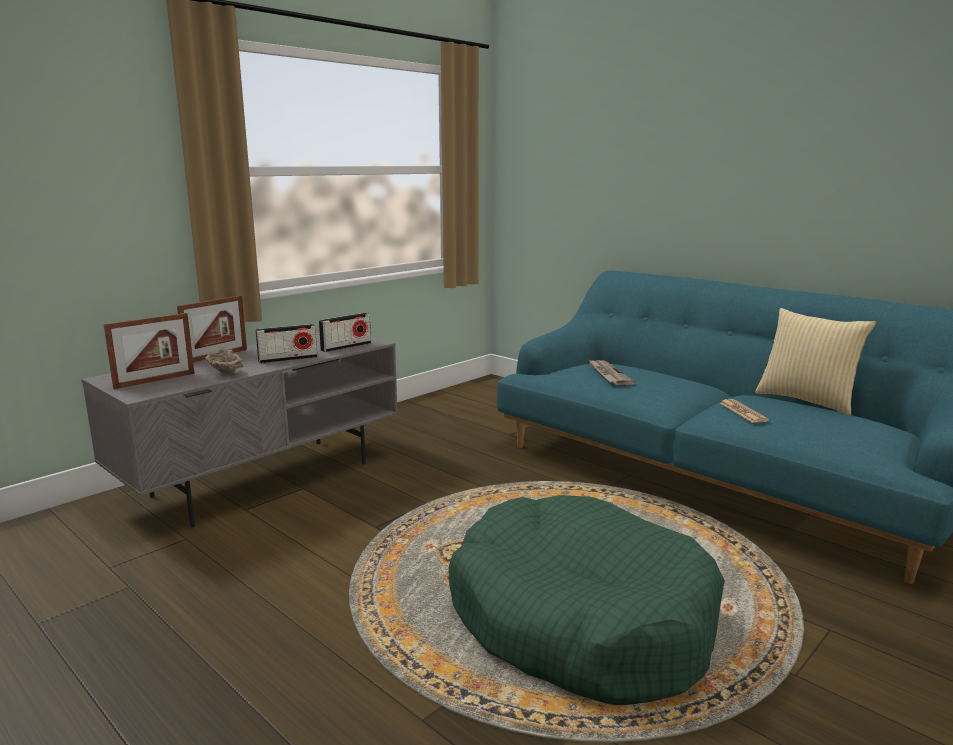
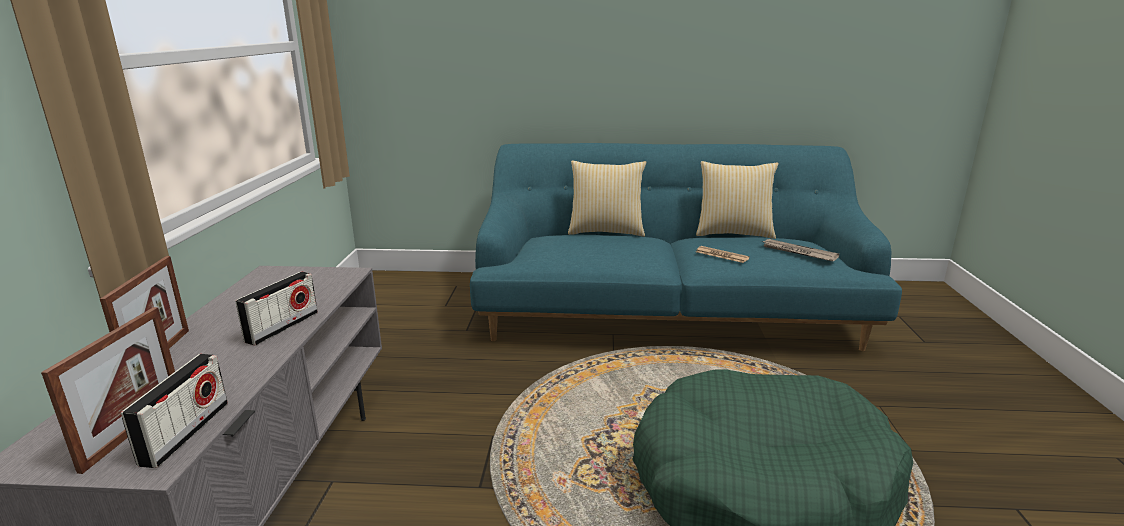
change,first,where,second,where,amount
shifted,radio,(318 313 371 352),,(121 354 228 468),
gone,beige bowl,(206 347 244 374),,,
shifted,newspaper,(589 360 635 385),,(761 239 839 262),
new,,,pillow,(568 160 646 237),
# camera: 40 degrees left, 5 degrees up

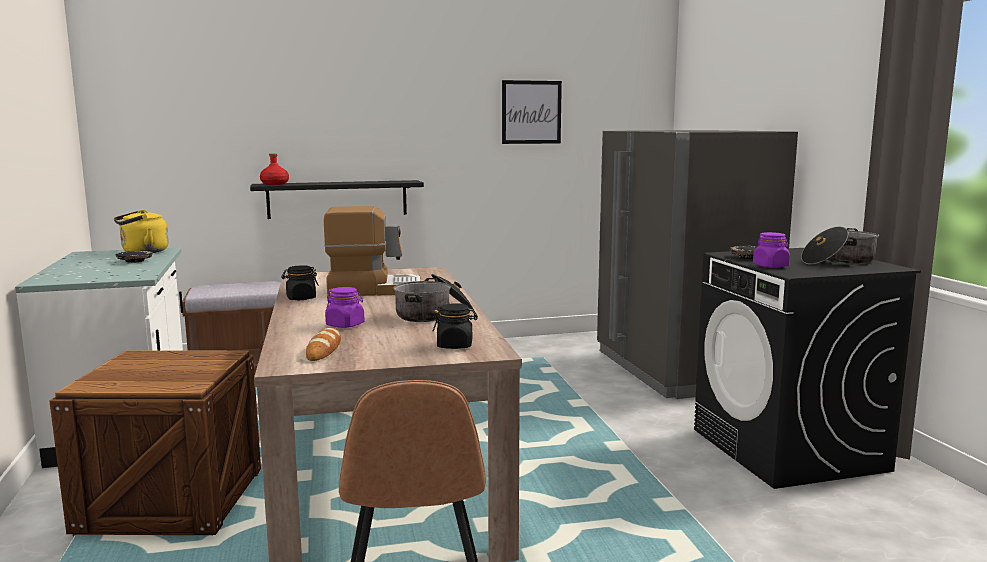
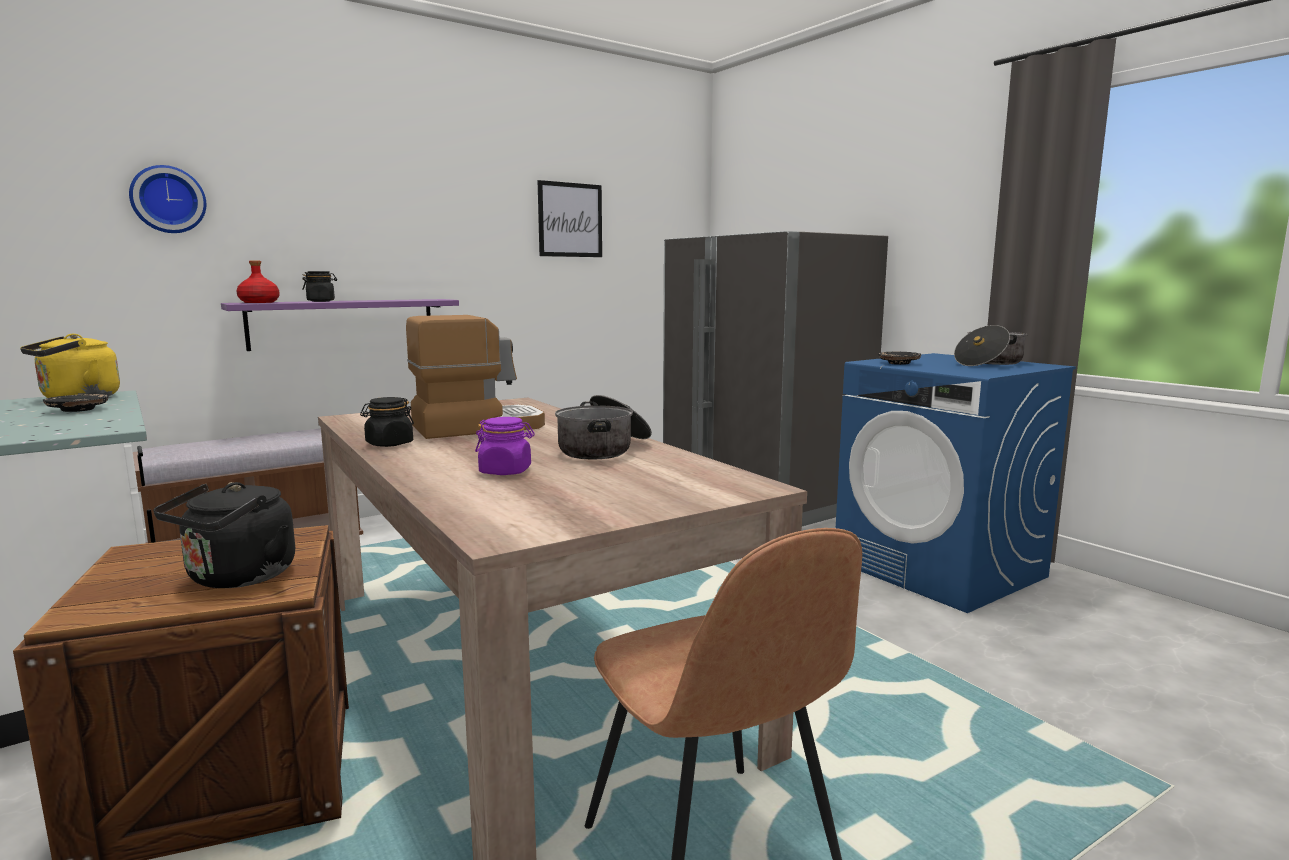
change,first,where,second,where,amount
repainted,black shelf,(250 180 424 219),purple shelf,(221 299 459 351),
gone,purple jar,(753 232 790 268),,,
repainted,black washing machine,(694 248 921 489),blue washing machine,(836 353 1076 613),
shifted,black jar,(433 303 478 349),,(302 271 337 302),
gone,bread,(306 328 341 361),,,
new,,,wall clock,(129 165 206 233),
new,,,black kettle,(153 482 295 588),
# camera: 20 degrees left, 0 degrees up

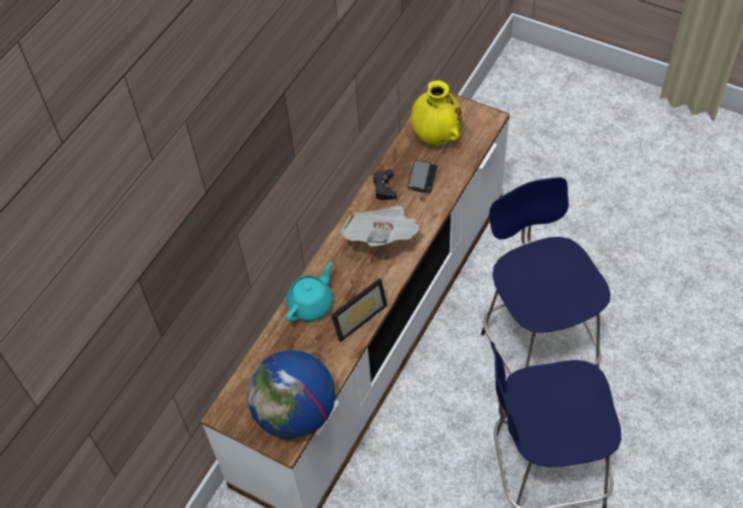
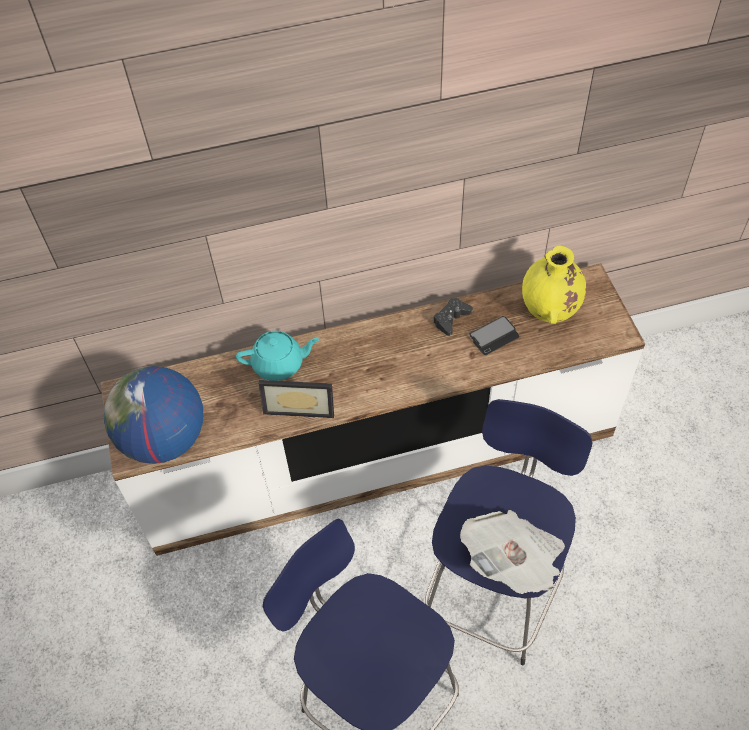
change,first,where,second,where,amount
shifted,newspaper,(340 206 421 246),,(460 510 565 594),
# camera: 45 degrees right, 0 degrees up

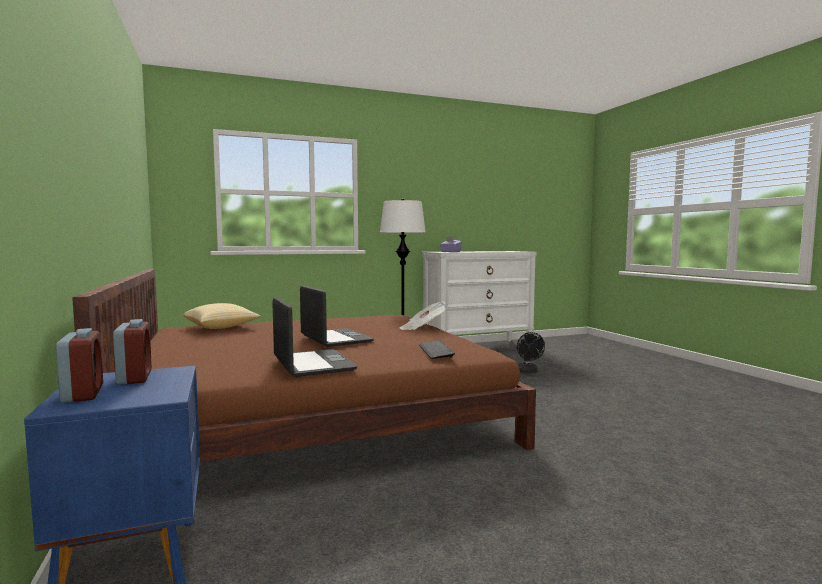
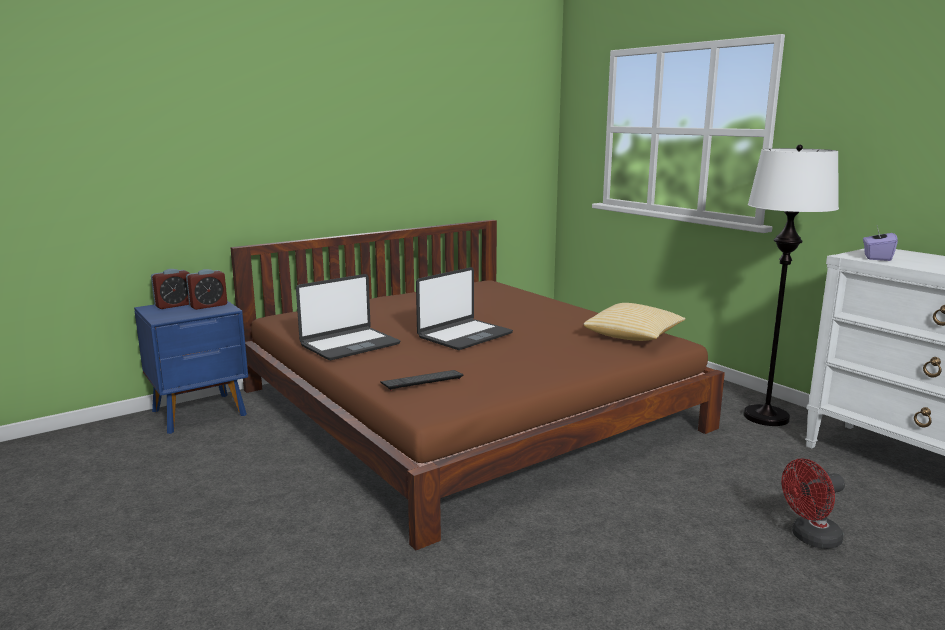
change,first,where,second,where,amount
gone,newspaper,(400 302 446 330),,,
shifted,pillow,(183 303 260 329),,(584 303 686 341),
repainted,black fan,(517 332 545 373),red fan,(782 459 845 549),
# camera: 75 degrees right, 10 degrees up

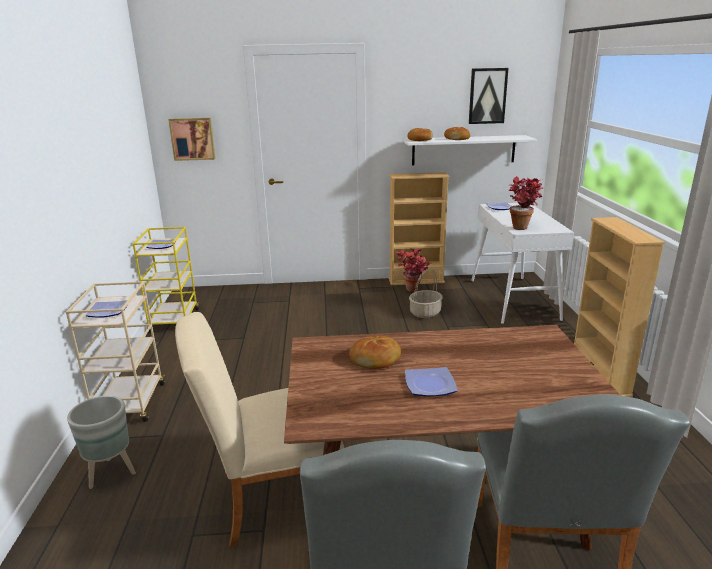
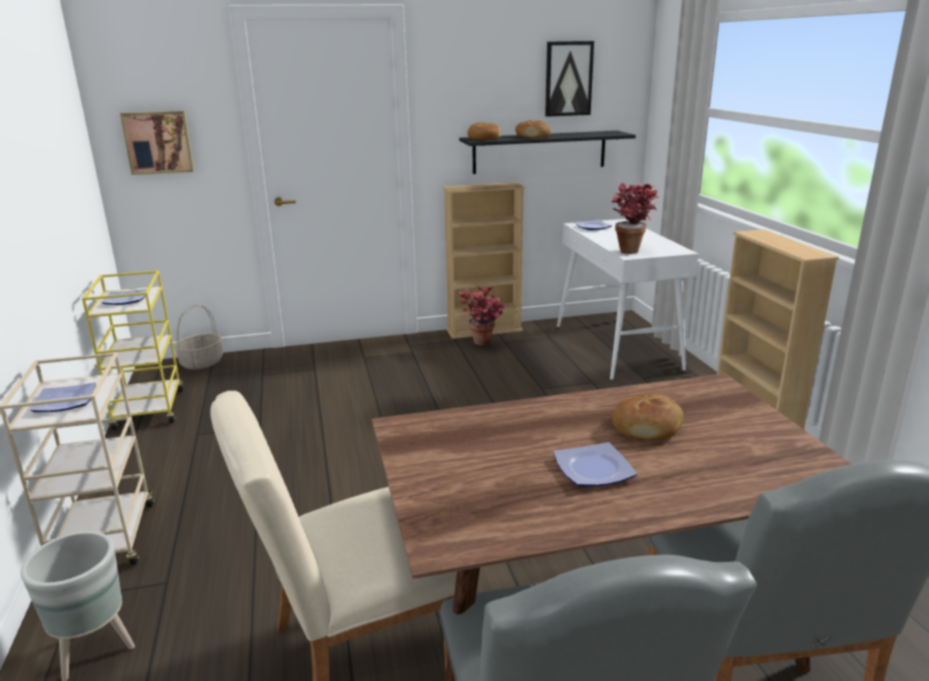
change,first,where,second,where,amount
repainted,white shelf,(403 135 537 166),black shelf,(459 131 636 174),
shifted,basket,(409 269 443 318),,(174 305 223 369),
shifted,bread,(349 335 401 369),,(612 393 684 440),
# camera: 10 degrees left, 0 degrees up

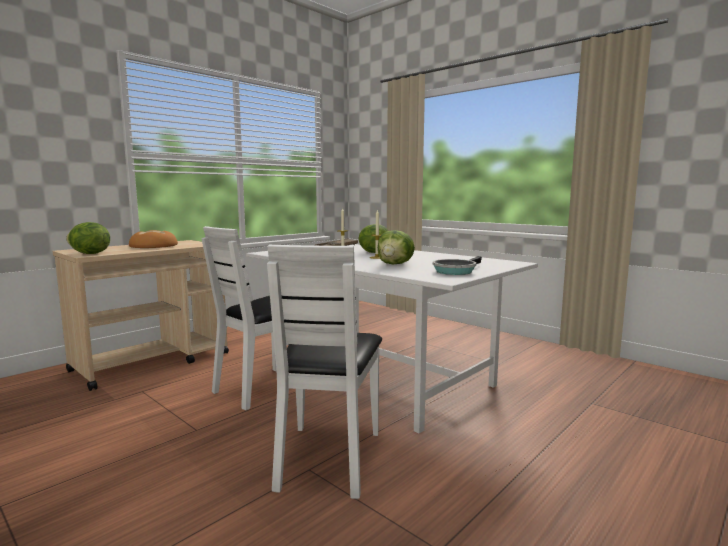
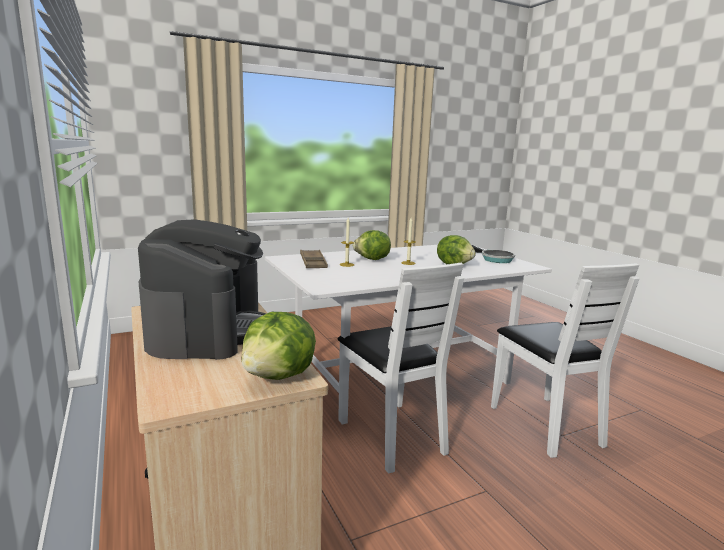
change,first,where,second,where,amount
swapped,bread,(129 230 178 248),coffee machine,(138 219 267 360),
rotated,white chair,(267 245 382 499),,(491 263 640 458),45 degrees clockwise
# camera: 70 degrees left, 5 degrees up

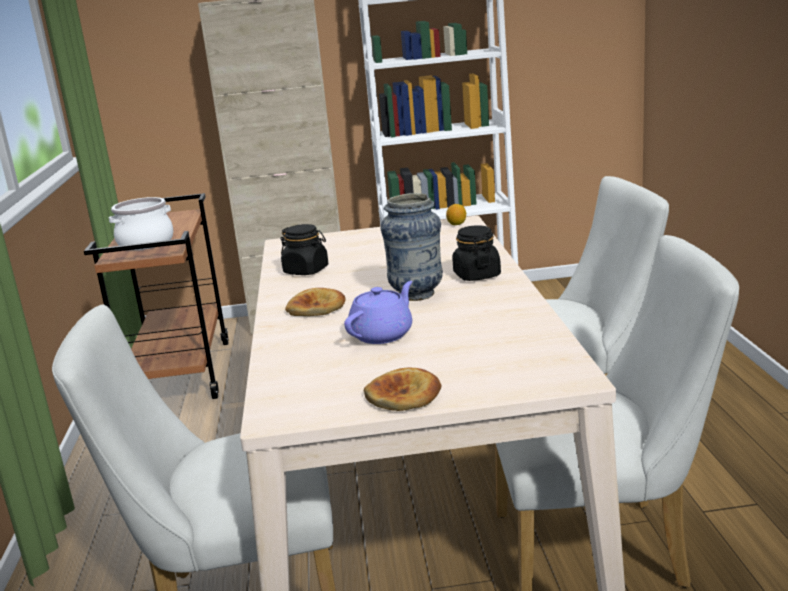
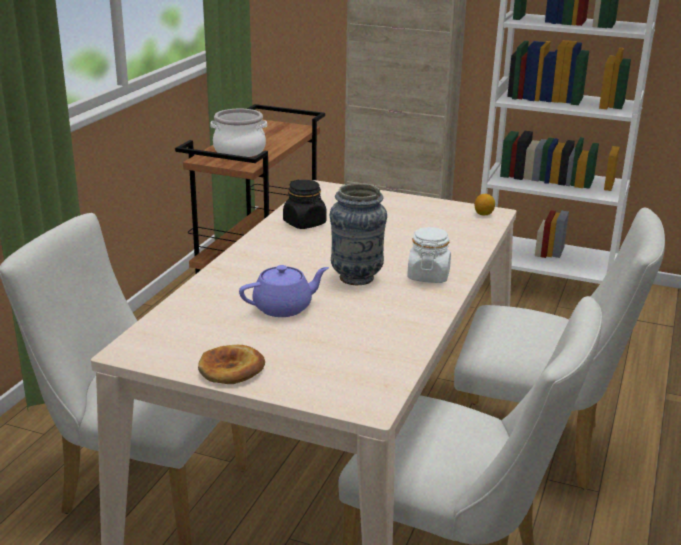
change,first,where,second,where,amount
repainted,black jar,(452 225 501 281),white jar,(407 227 451 283),
gone,bread,(285 288 346 316),,,
# camera: 25 degrees right, 5 degrees up

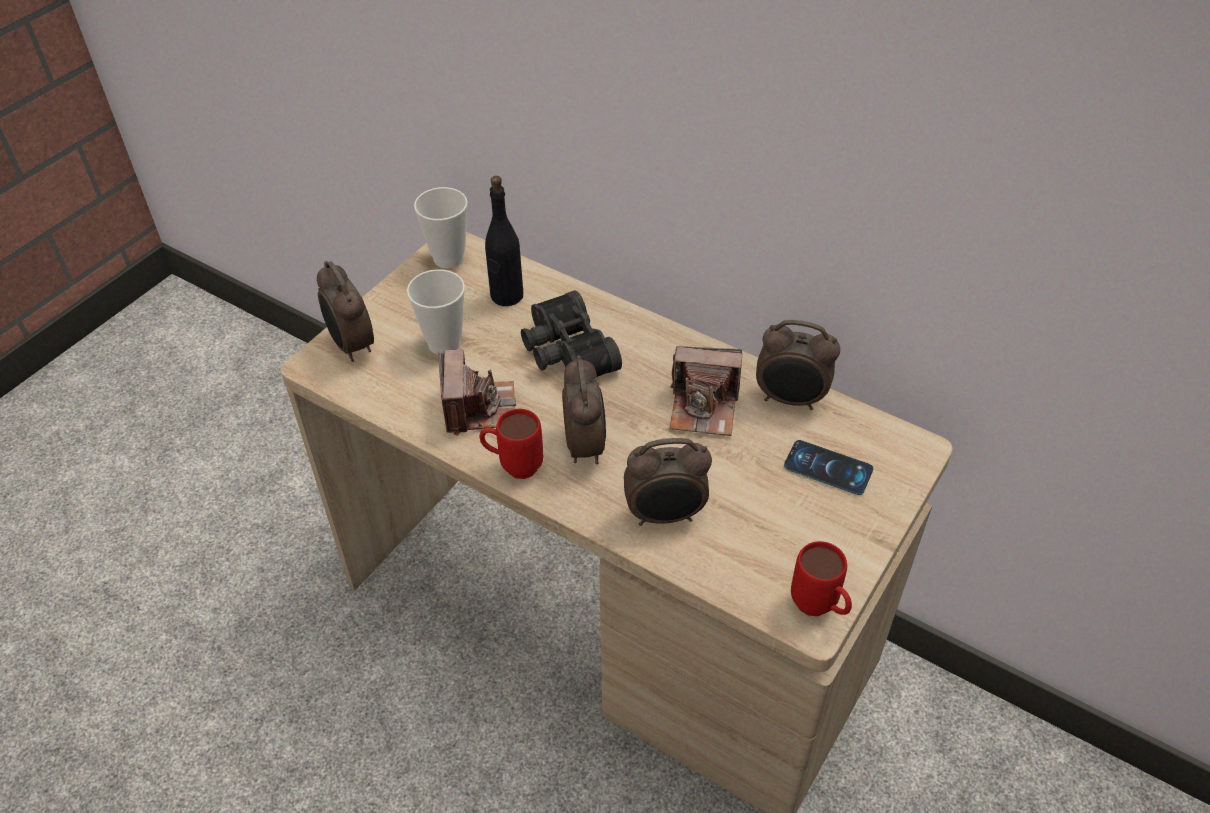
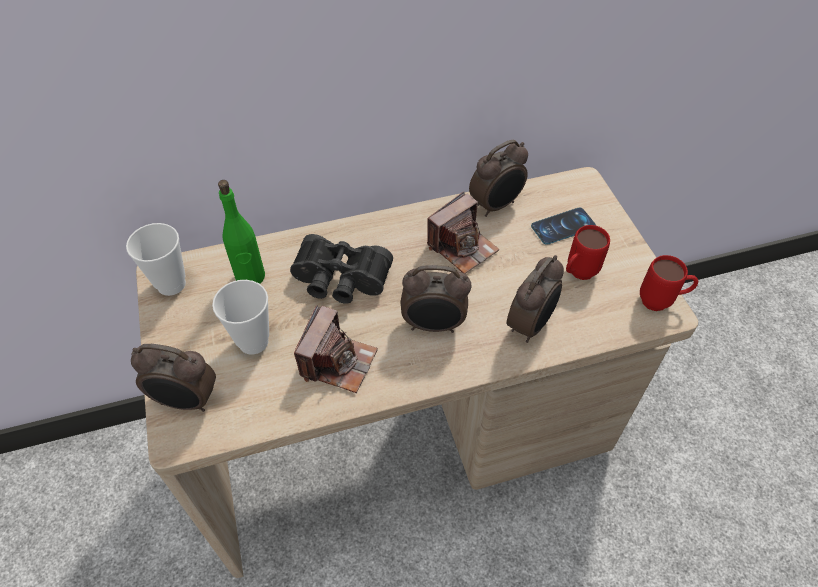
change,first,where,second,where,amount
repainted,black bottle,(485 176 523 306),green bottle,(218 180 265 284),
rotated,photo camera,(438 349 516 436),,(294 305 378 393),75 degrees clockwise
rotated,alarm clock,(562 355 606 464),,(401 265 472 333),150 degrees clockwise
shifted,red mug,(479 409 543 479),,(566 225 610 280),
# camera: 50 degrees left, 5 degrees up

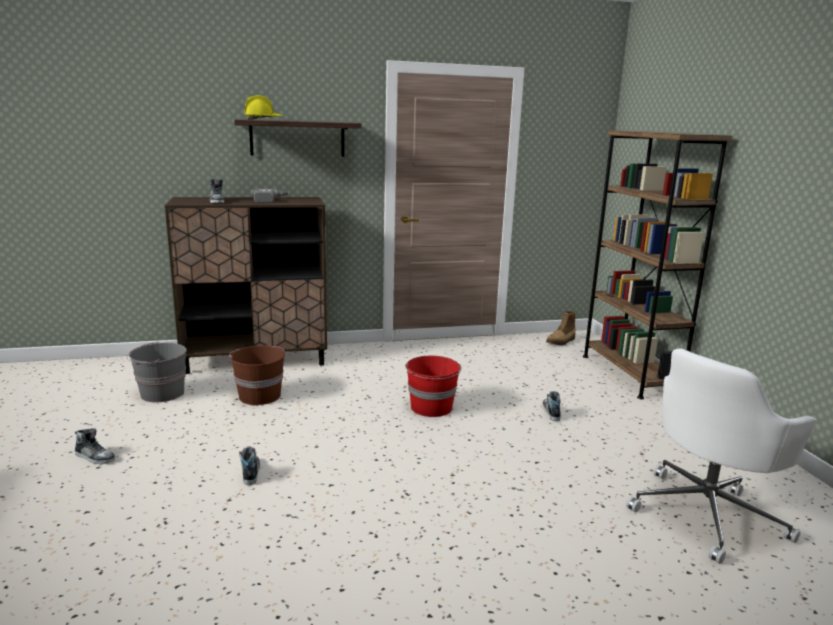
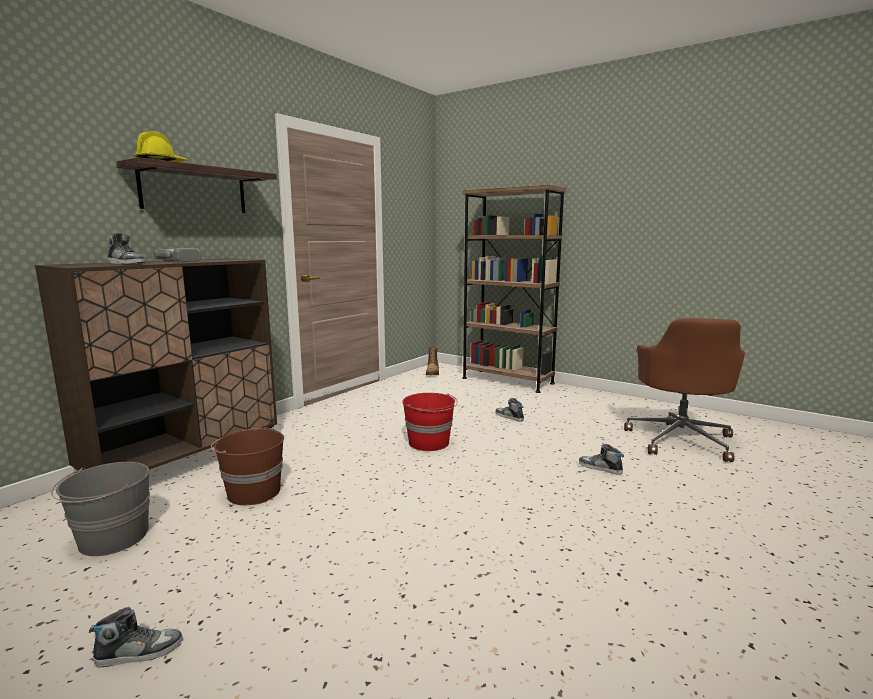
change,first,where,second,where,amount
repainted,white office chair,(626 348 817 564),brown office chair,(624 318 745 462),
shifted,shoe,(239 446 260 485),,(579 444 624 475),
# camera: 40 degrees left, 5 degrees down

